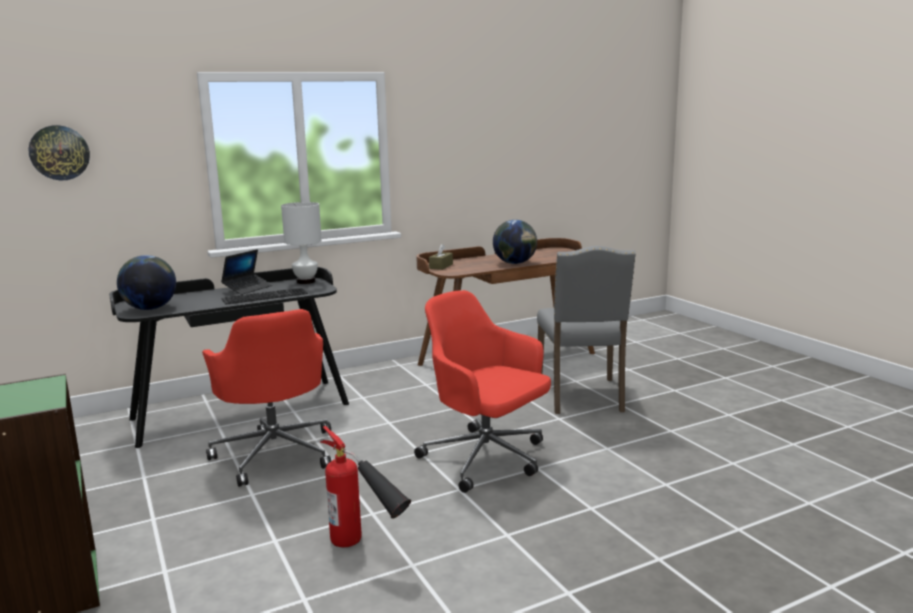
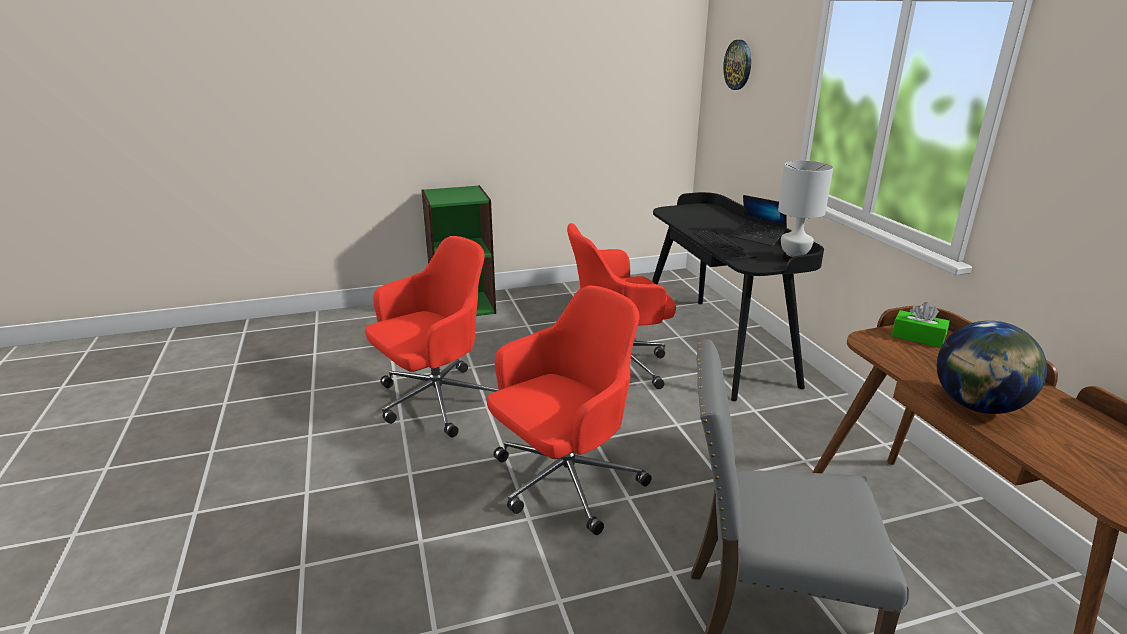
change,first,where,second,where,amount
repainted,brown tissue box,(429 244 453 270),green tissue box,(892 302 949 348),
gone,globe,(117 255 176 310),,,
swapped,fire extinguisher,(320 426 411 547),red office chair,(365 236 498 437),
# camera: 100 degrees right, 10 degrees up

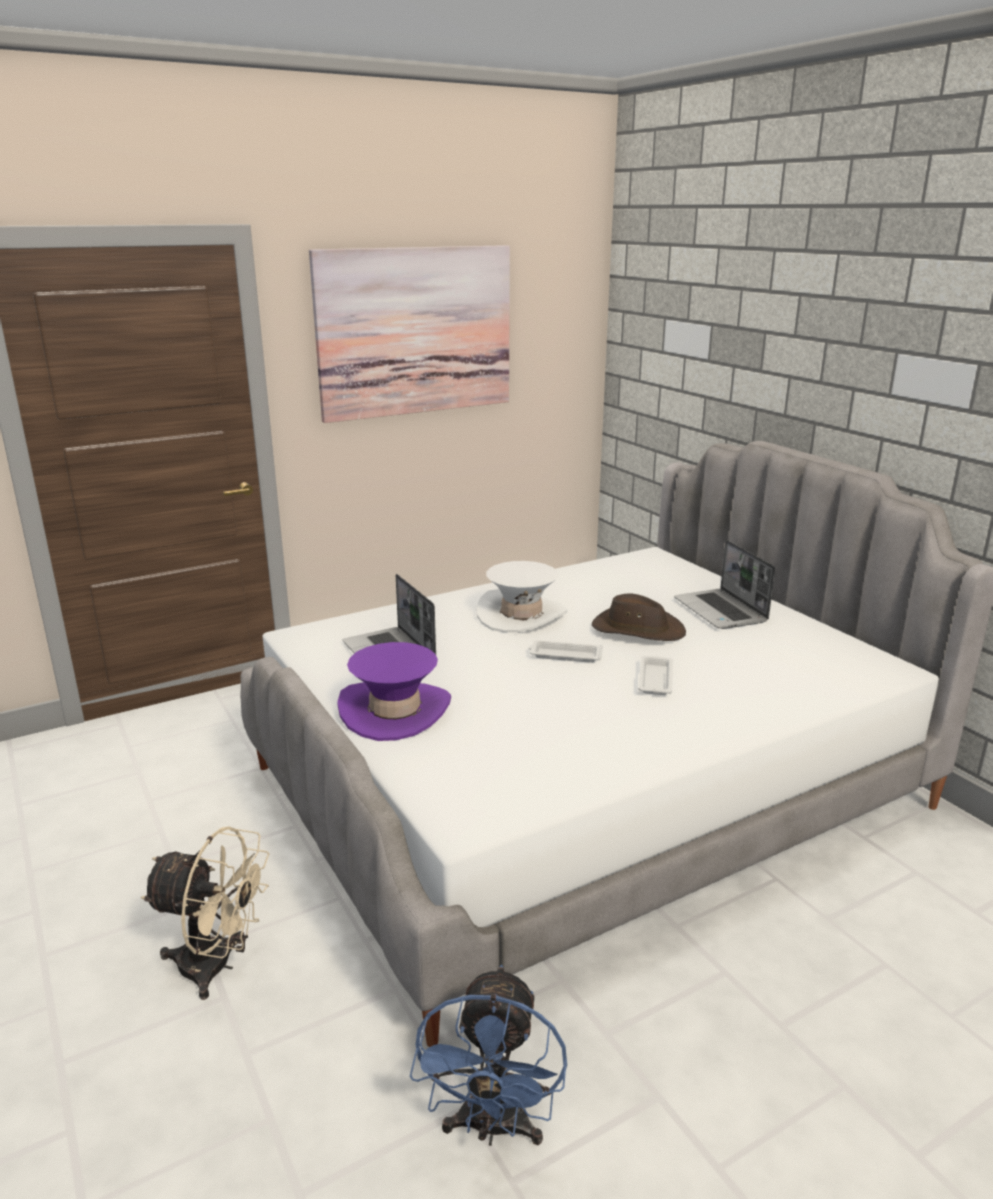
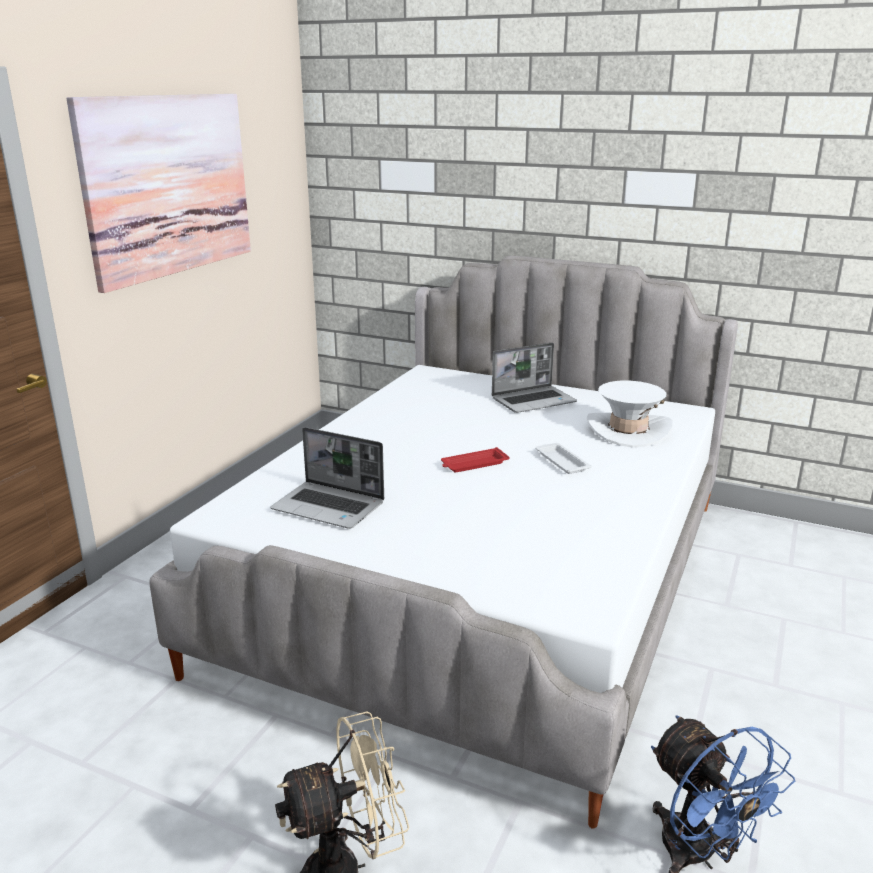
change,first,where,second,where,amount
rotated,laptop,(674 540 775 629),,(492 343 577 413),60 degrees counterclockwise
shifted,white hat,(476 561 568 633),,(587 381 673 448),
gone,brown hat,(592 594 686 641),,,
repainted,white tray,(528 640 603 663),red tray,(441 447 510 472),
gone,purple hat,(337 642 451 741),,,
# camera: 35 degrees left, 0 degrees up

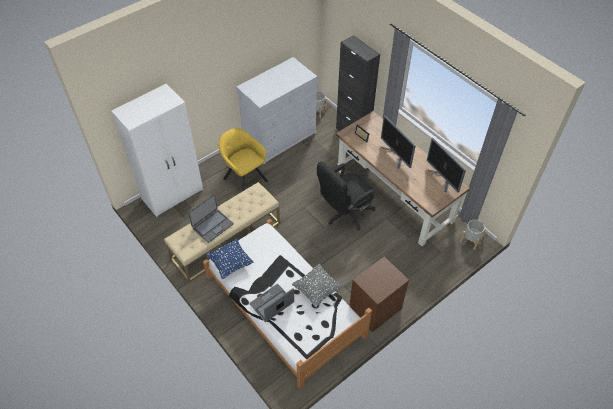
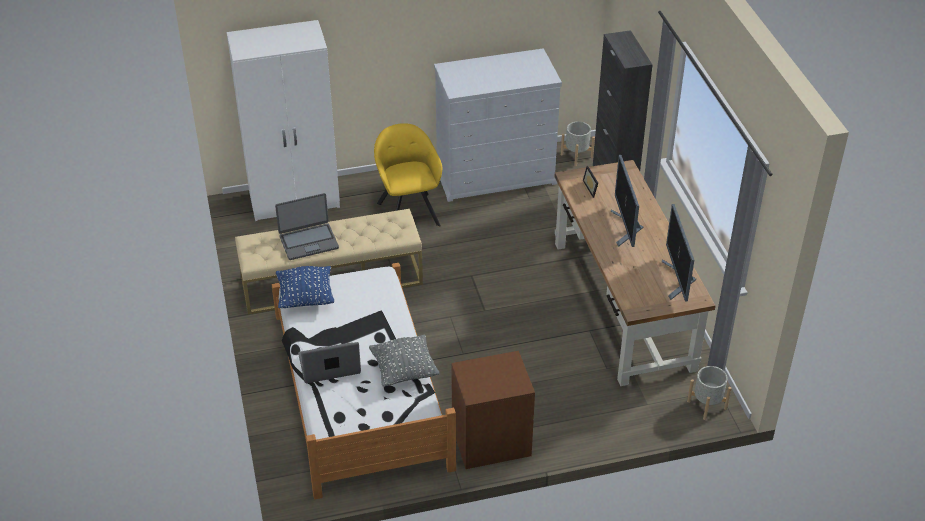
change,first,where,second,where,amount
gone,black office chair,(317 161 375 230),,,
# camera: 25 degrees right, 10 degrees down

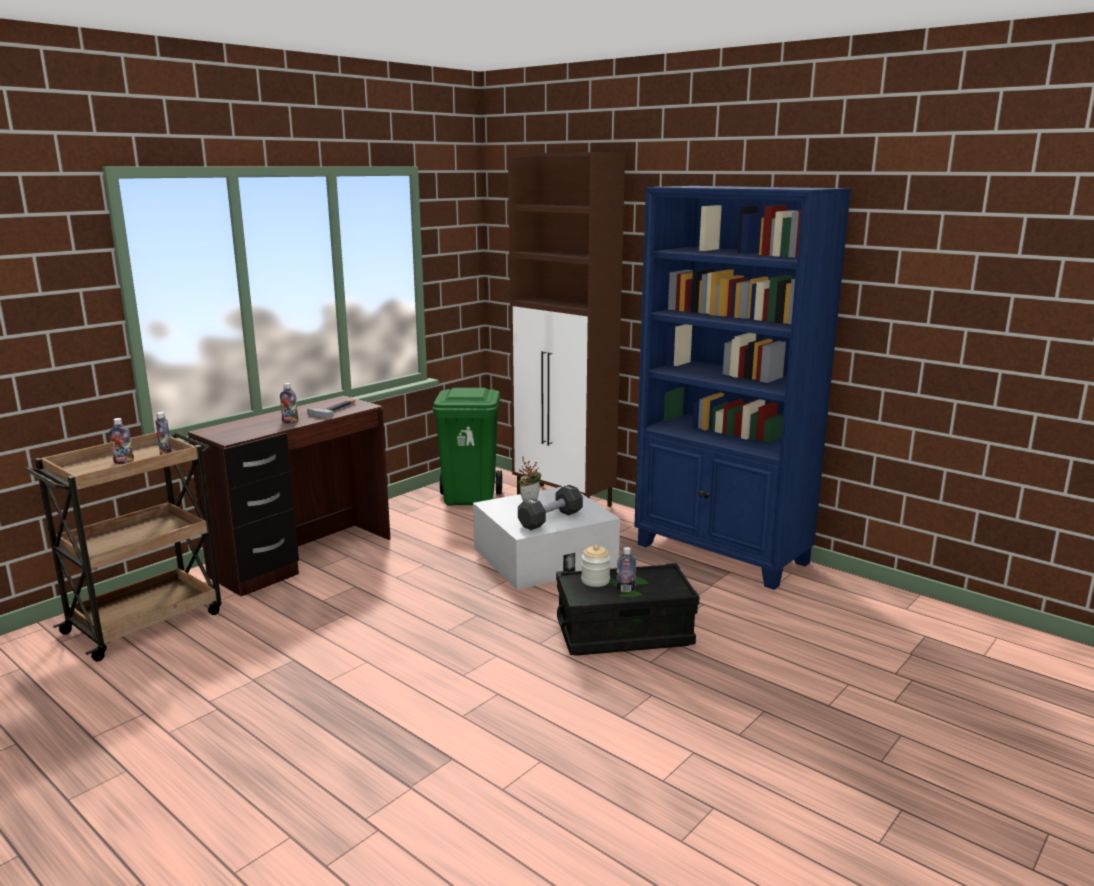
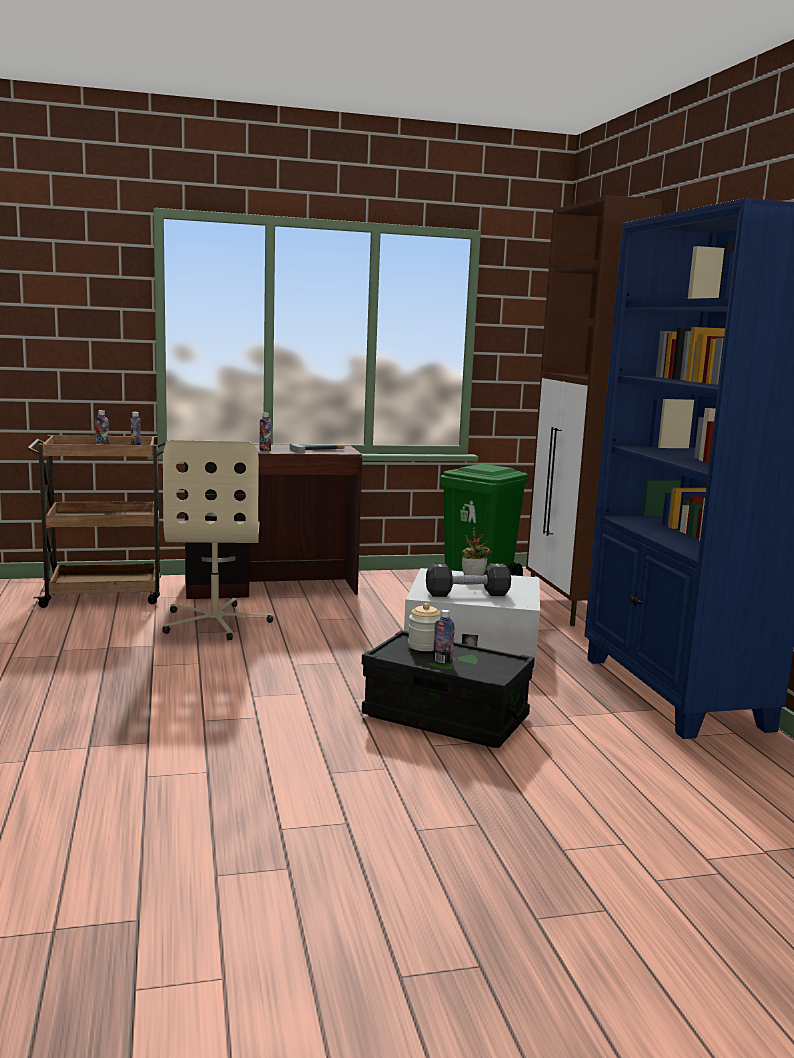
change,first,where,second,where,amount
new,,,beige office chair,(162 440 273 640),
# camera: 35 degrees right, 5 degrees down

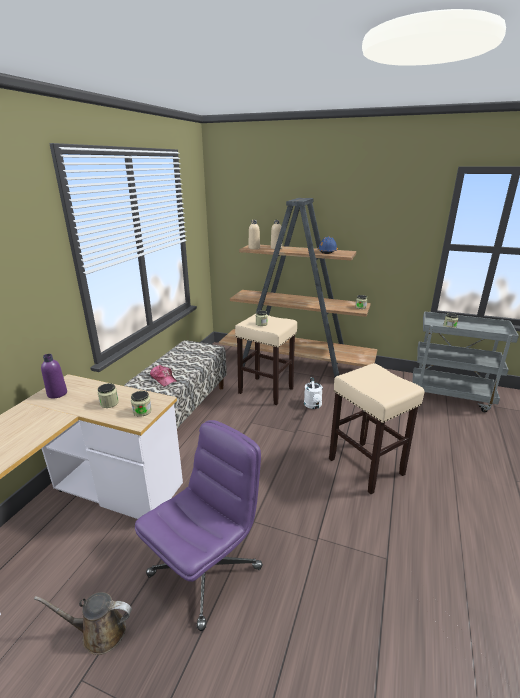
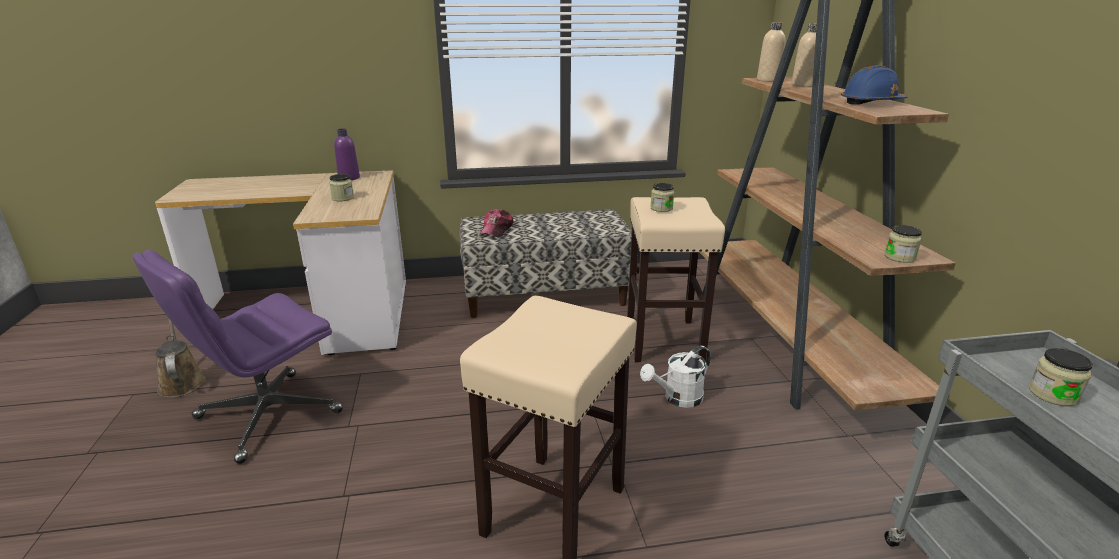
change,first,where,second,where,amount
gone,jar,(131 391 152 417),,,
rotated,purple office chair,(135 420 263 631),,(132 250 343 464),120 degrees clockwise
# camera: 60 degrees right, 0 degrees up

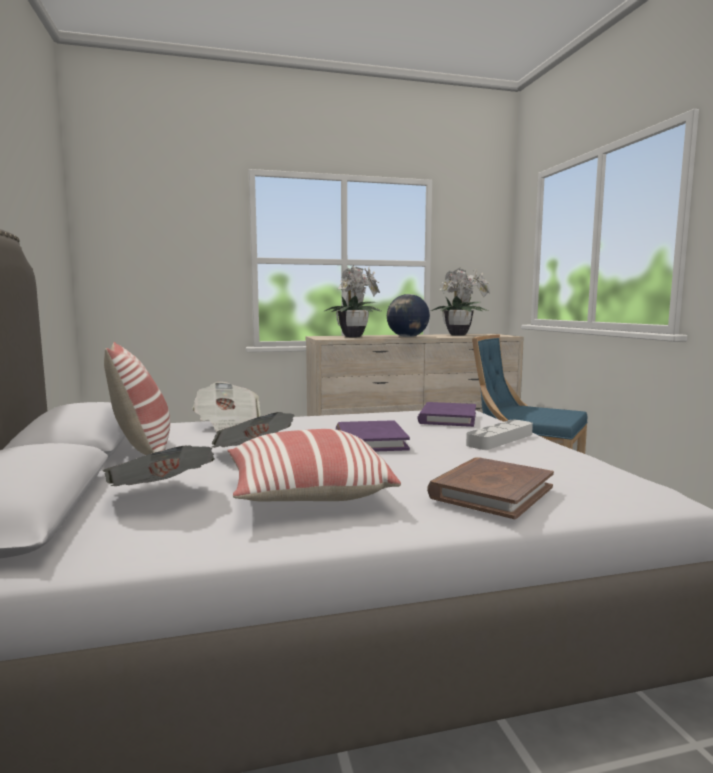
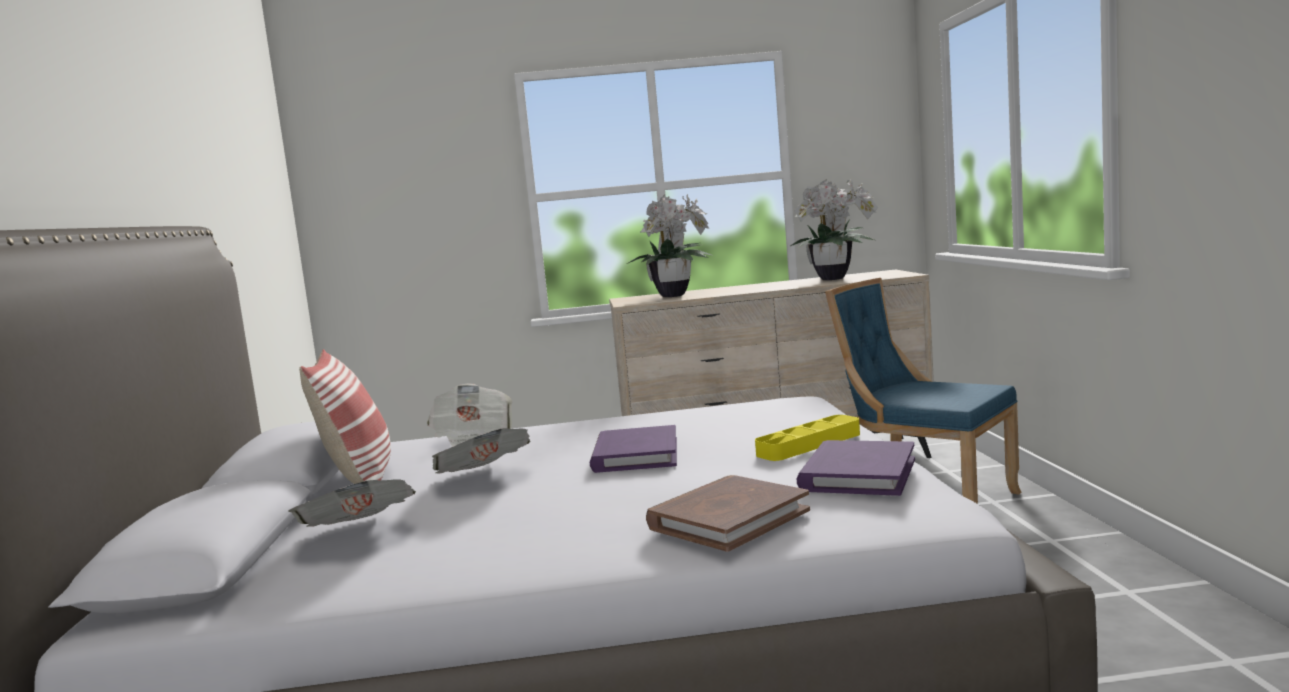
change,first,where,second,where,amount
gone,globe,(387 294 430 337),,,
shifted,purple book,(418 402 476 427),,(796 440 915 496),
repainted,grey tray,(466 420 533 450),yellow tray,(755 415 860 461),
gone,pillow,(227 429 401 502),,,
# camera: 10 degrees right, 0 degrees up

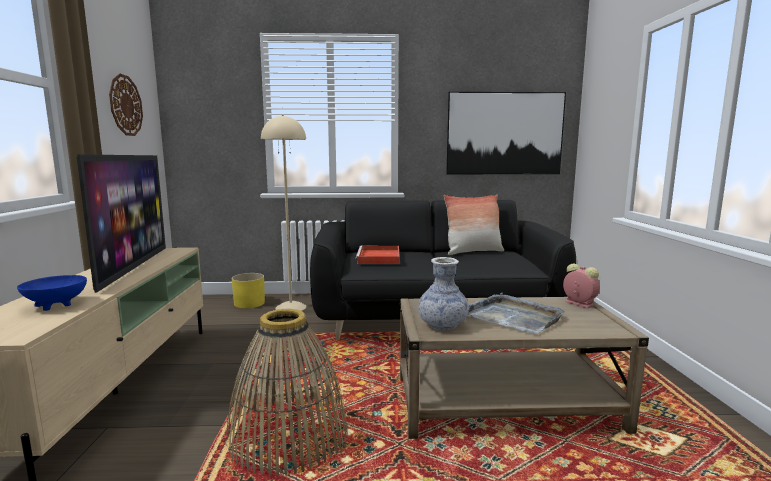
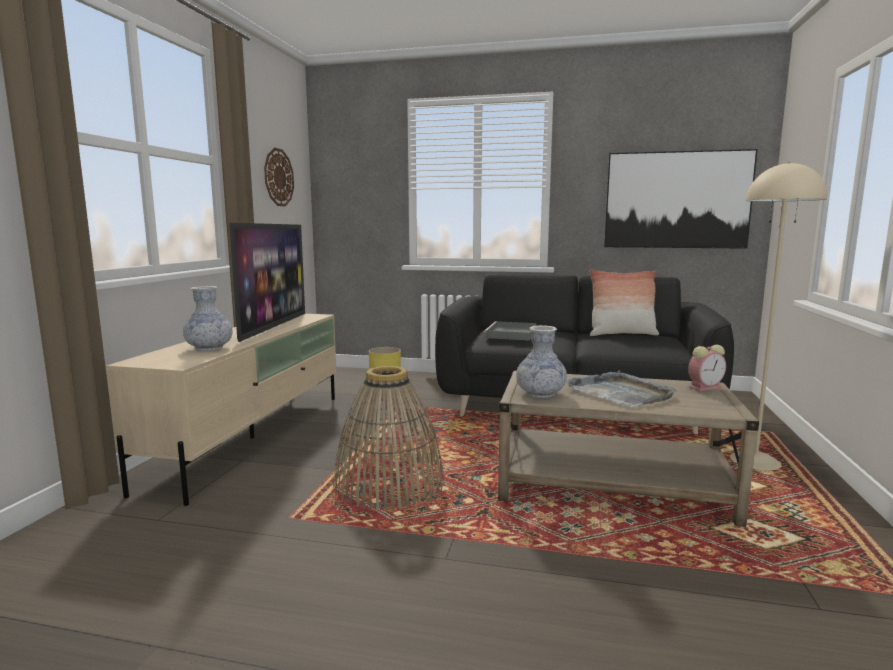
change,first,where,second,where,amount
shifted,beige floor lamp,(261 115 306 311),,(730 161 827 470),
repainted,red tray,(356 245 400 264),grey tray,(484 321 536 340),
rotated,alarm clock,(563 264 600 309),,(688 345 726 391),90 degrees clockwise
swapped,blue bowl,(17 275 87 311),vase,(183 286 232 351),
# camera: 15 degrees right, 0 degrees up

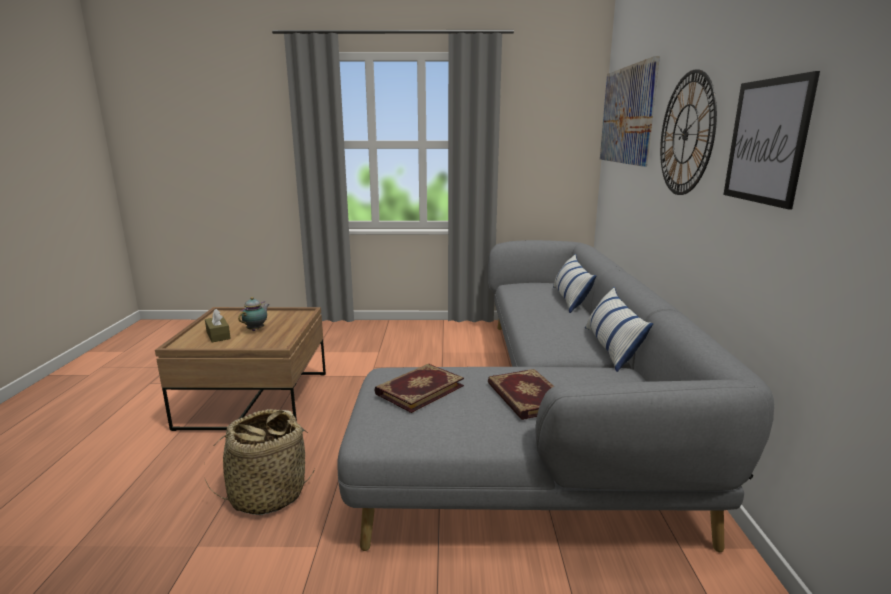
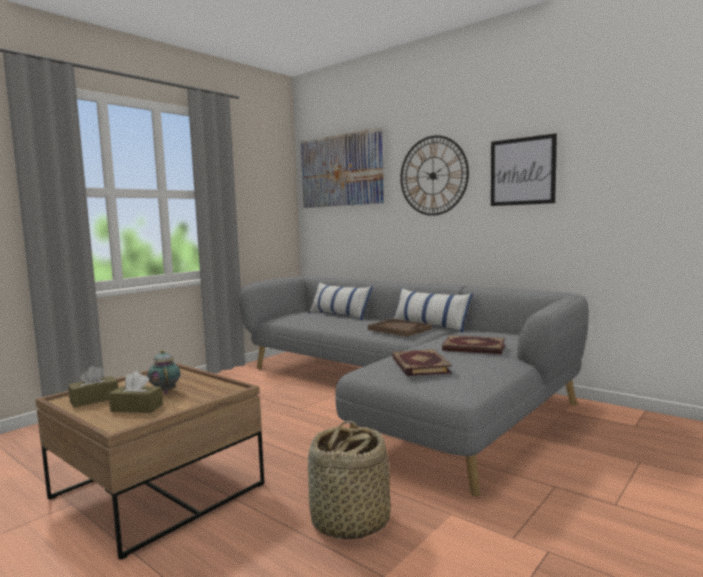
change,first,where,second,where,amount
new,,,brown tray,(368 319 432 337),
new,,,brown tissue box,(68 366 118 407),
# camera: 50 degrees left, 10 degrees down

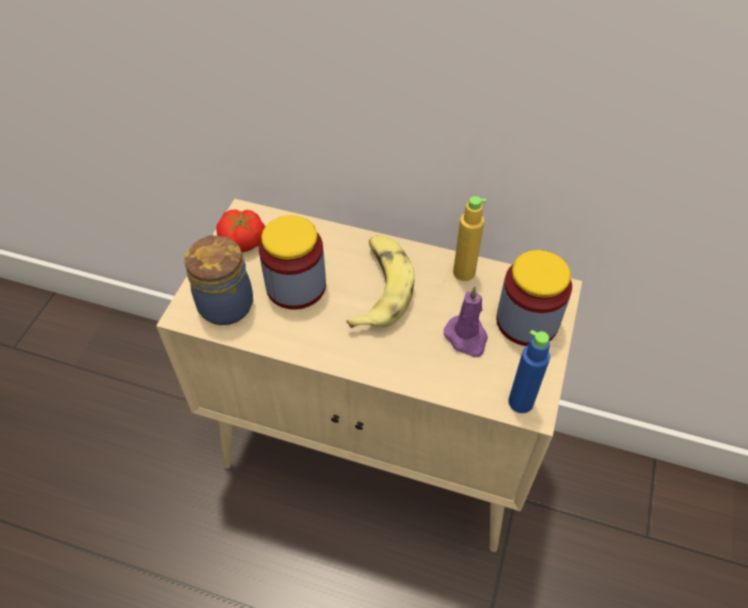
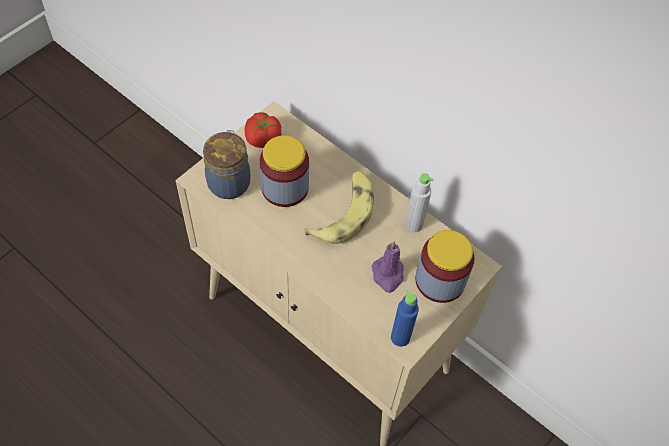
change,first,where,second,where,amount
repainted,yellow bottle,(453 196 486 281),grey bottle,(405 173 433 232),
# camera: 20 degrees right, 5 degrees up

